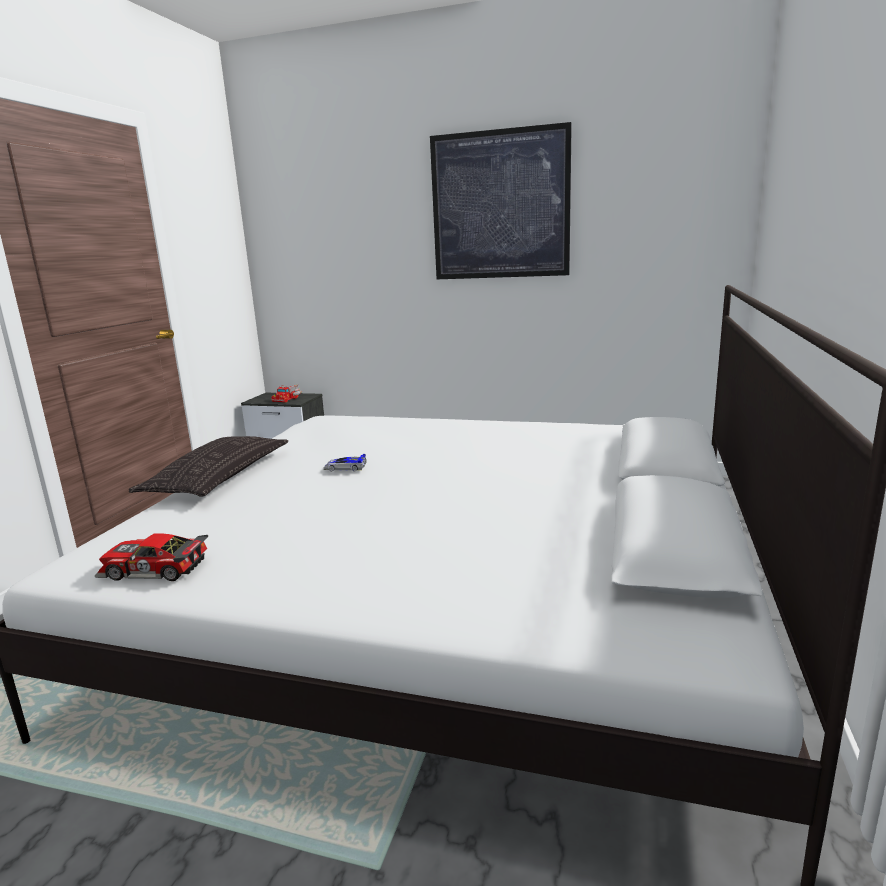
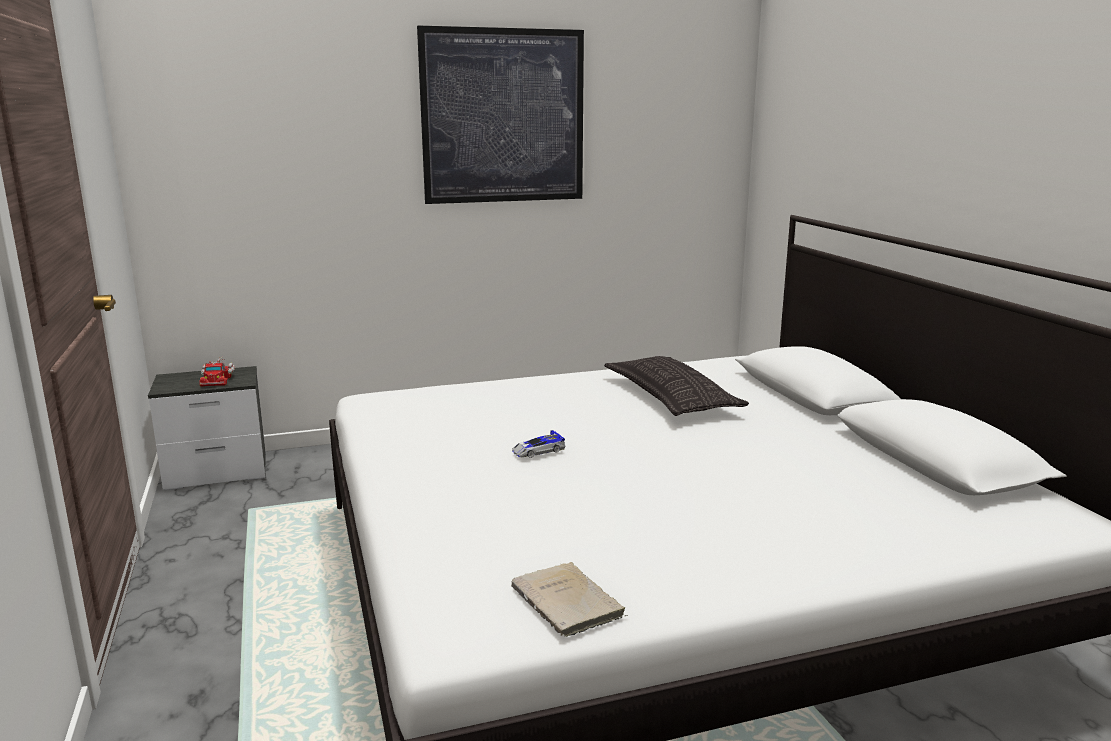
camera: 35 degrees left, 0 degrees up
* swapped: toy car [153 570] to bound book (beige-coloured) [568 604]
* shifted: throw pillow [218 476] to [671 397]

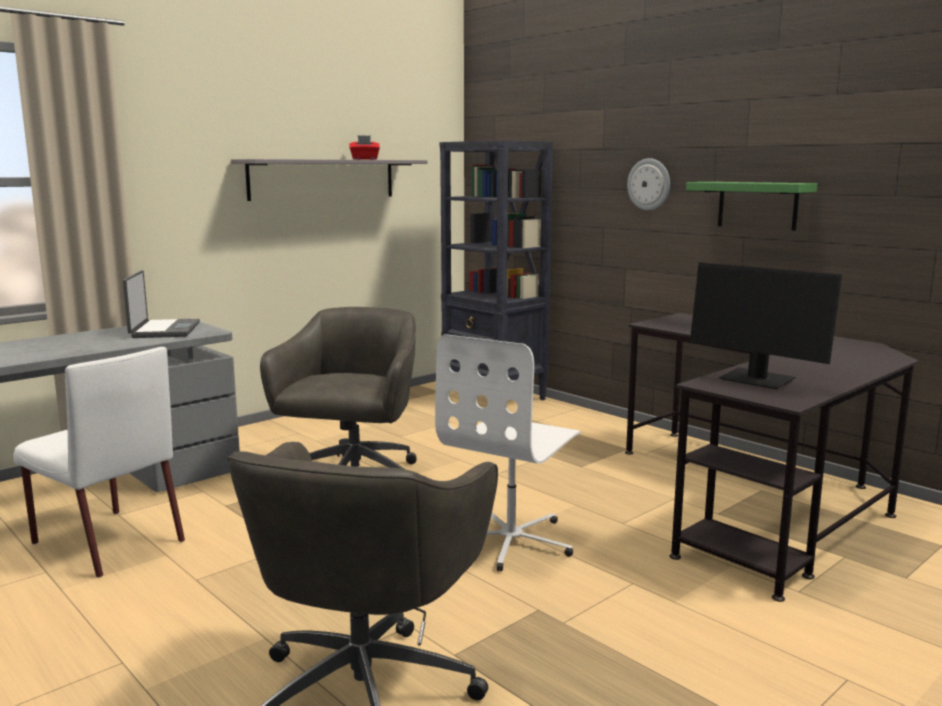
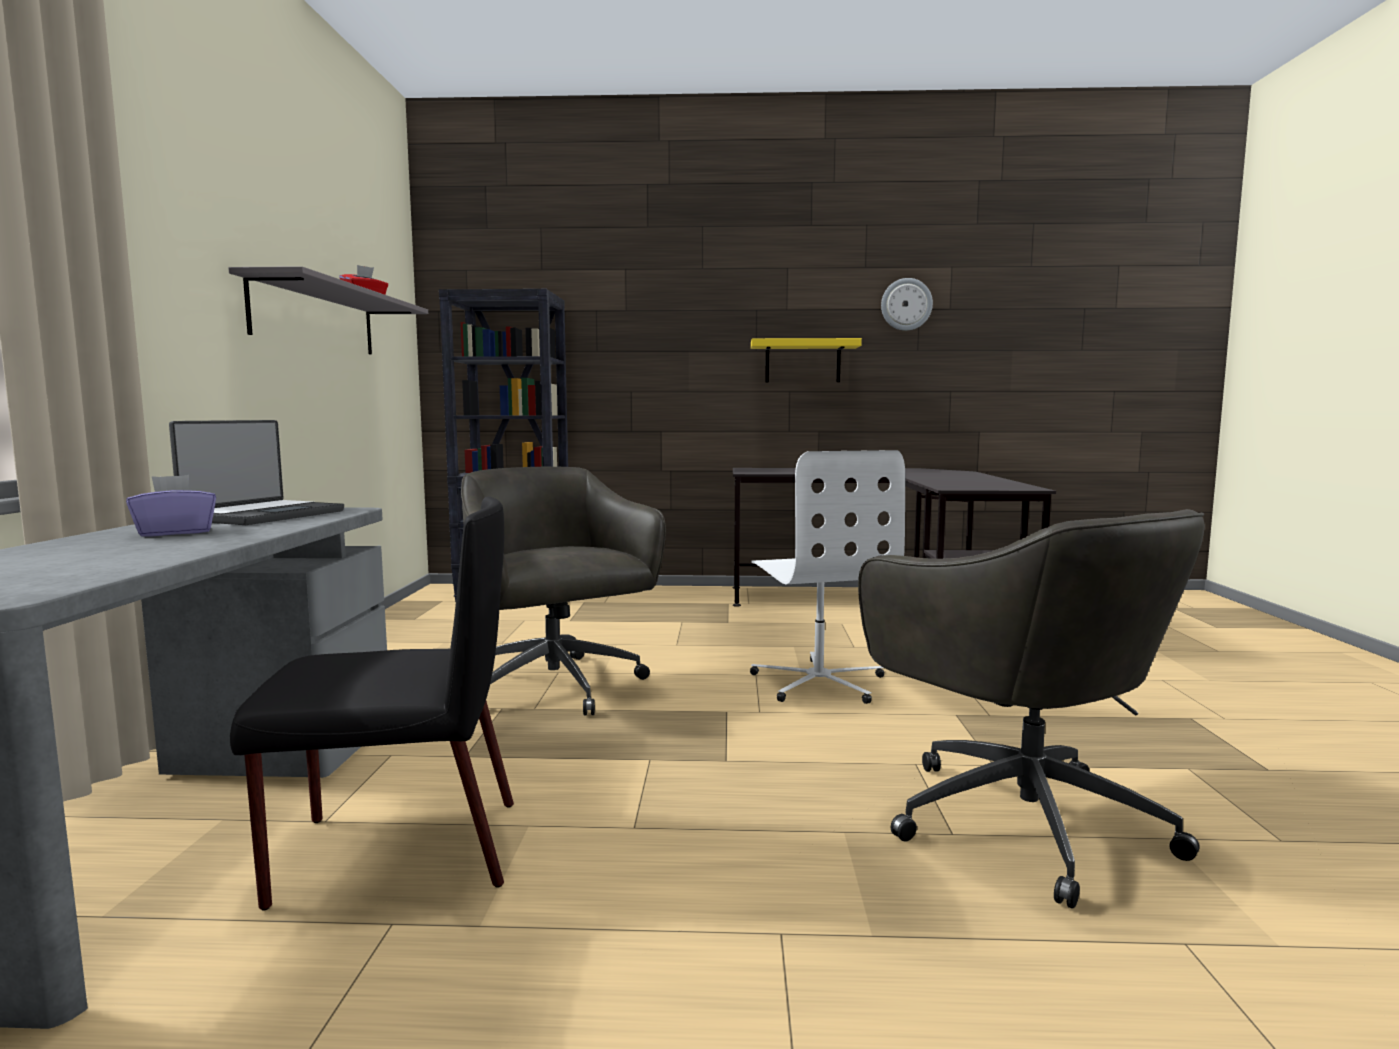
camera: 45 degrees left, 5 degrees down
* repainted: upright chair (white-coloured) [106 541] to upright chair (black) [395 852]
* rotated: laptop [164 330] = [263 515] 75 degrees clockwise
* shifted: clock on the wall [649 184] to [906 304]
* repainted: wall shelf (greenish) [757 205] to wall shelf (yellowish) [802 361]
* gone: computer screen [757 380]
* new: tissue box (purplish) [175 532]

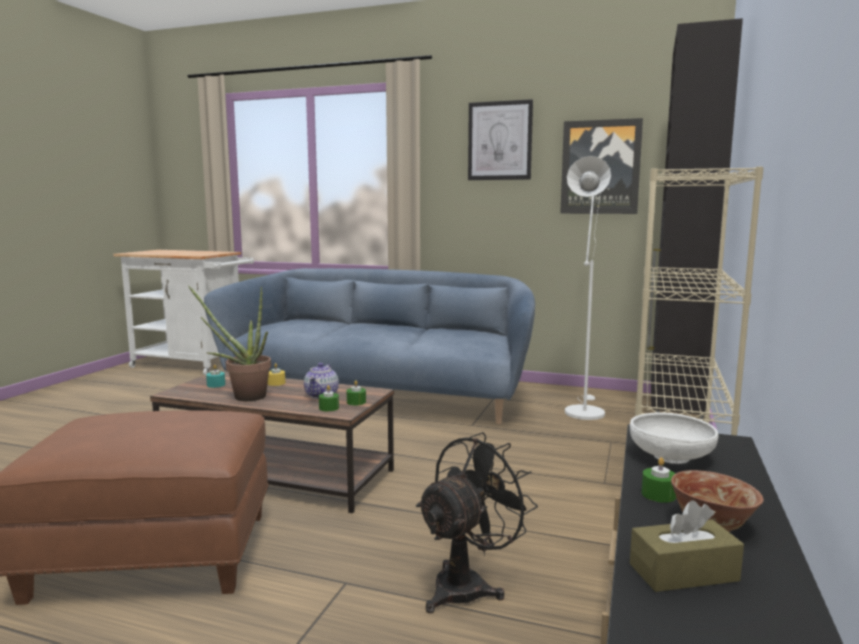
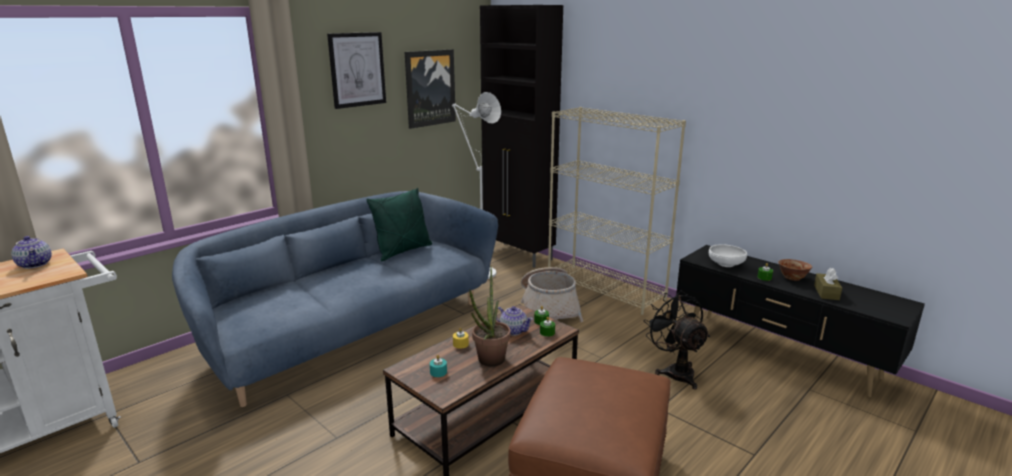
camera: 65 degrees left, 10 degrees up
* new: teapot [35 264]
* new: throw pillow (greenish) [403 251]
* new: household basket [549 307]

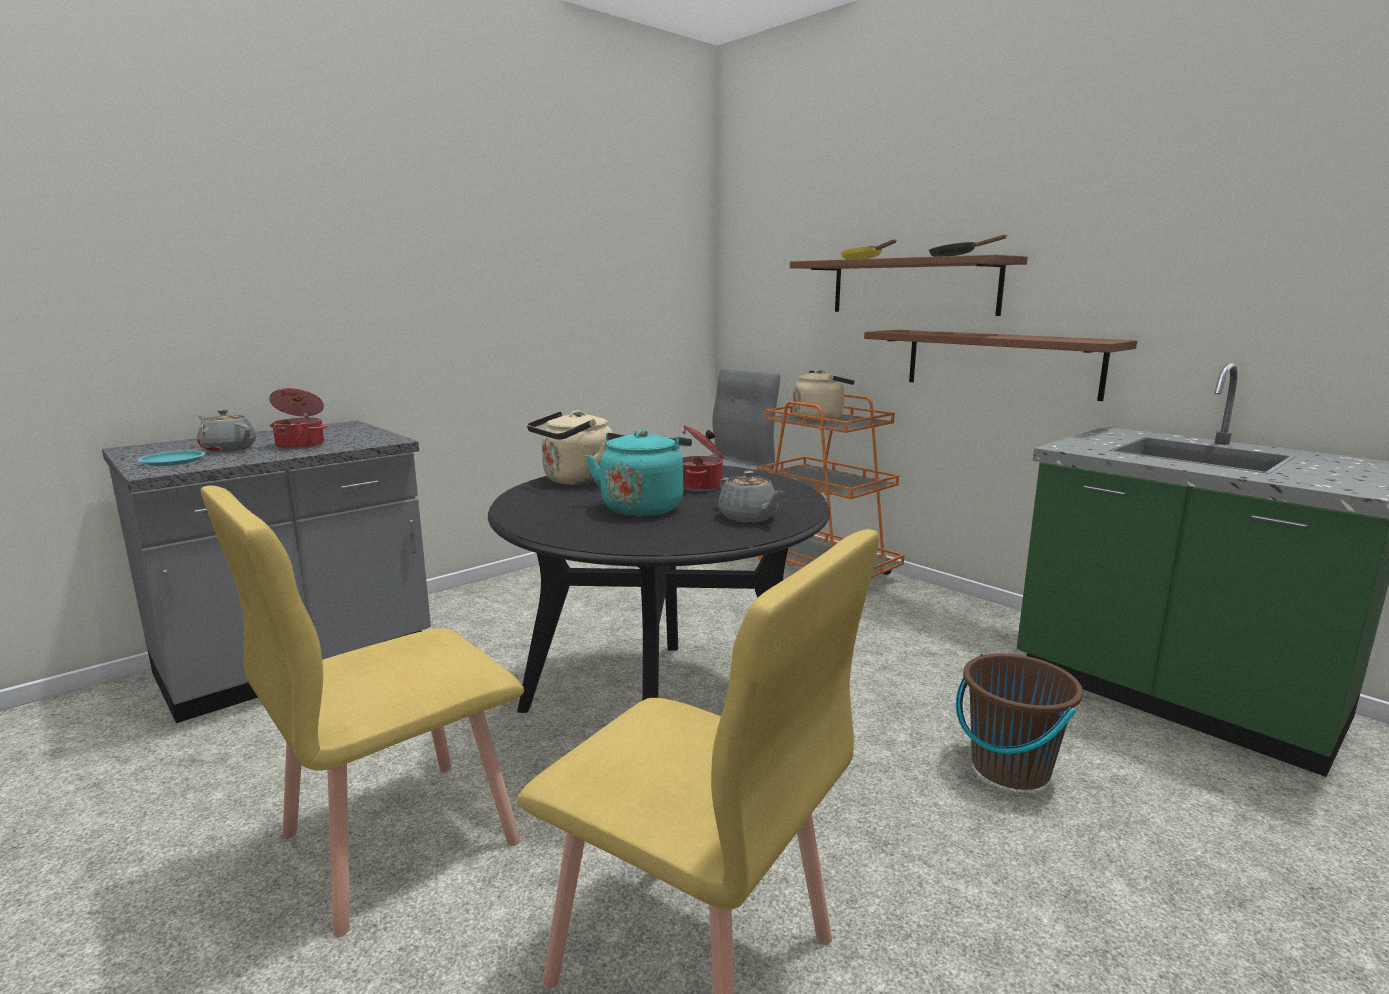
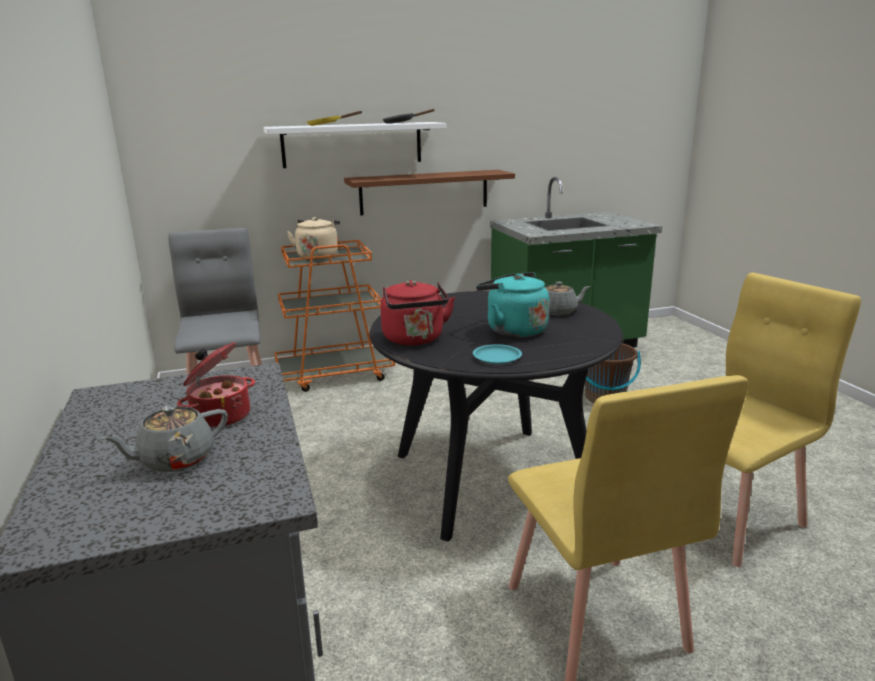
camera: 65 degrees left, 5 degrees up
* shifted: plate (turquoise) [173 461] to [497 357]
* repainted: tea kettle (beige-coloured) [575 481] to tea kettle (red-coloured) [415 340]
* gone: cooking pot [701 486]
* repainted: wall shelf (brown) [913 286] to wall shelf (white-coloured) [352 144]

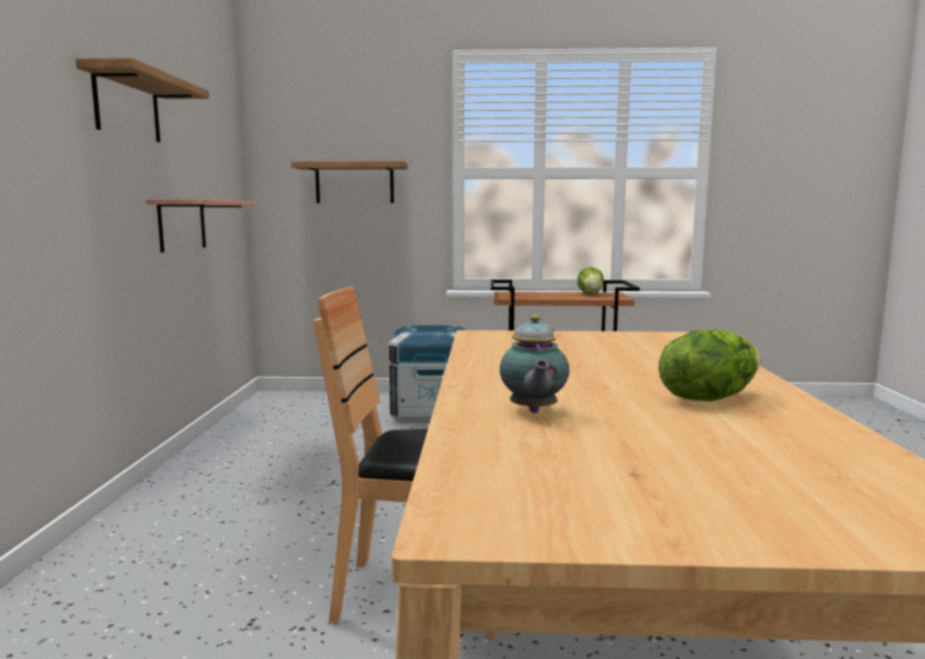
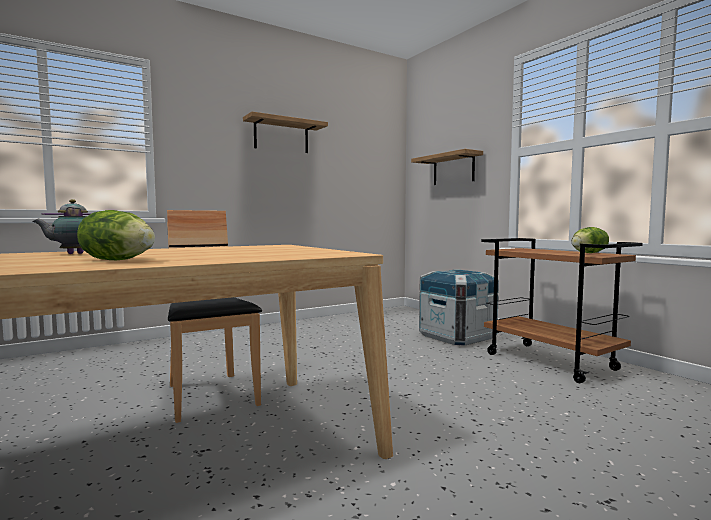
camera: 55 degrees right, 5 degrees down
* gone: wall shelf [182 225]

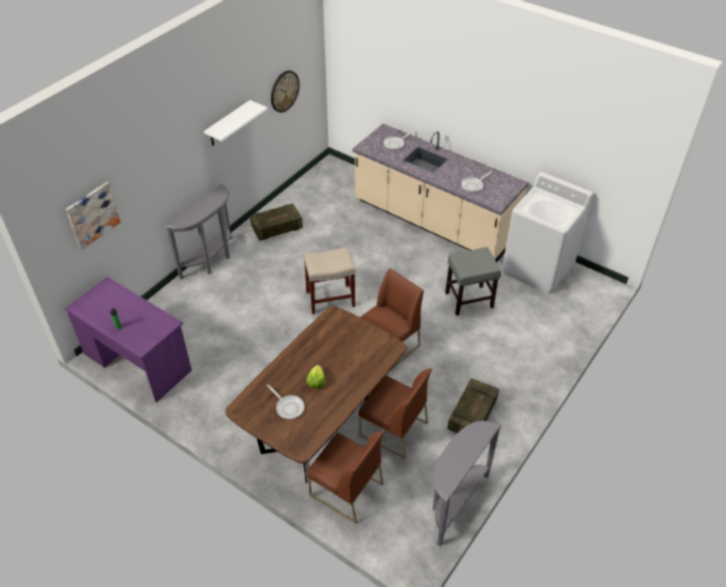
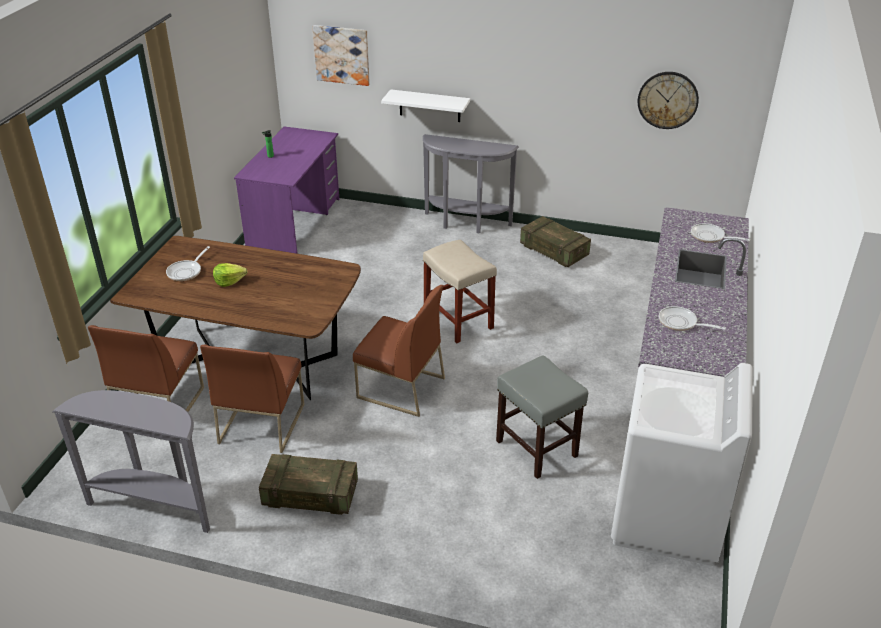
camera: 70 degrees right, 10 degrees down
* shifted: wall shelf (white-coloured) [228 124] to [429 106]

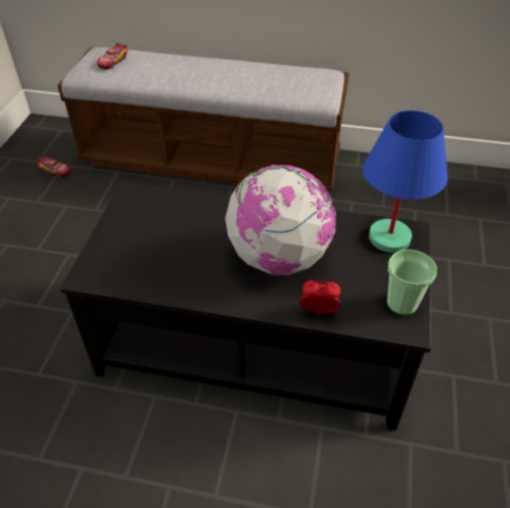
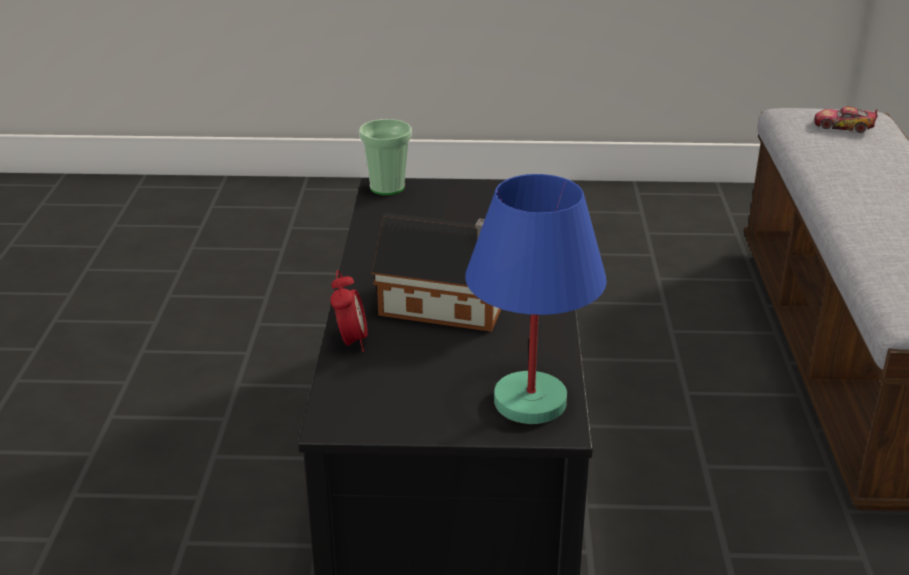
camera: 80 degrees right, 15 degrees down
* gone: toy car [56 170]
* swapped: desk globe [279 258] to miniature house [450 305]
* shifted: small cup [402 303] to [387 187]

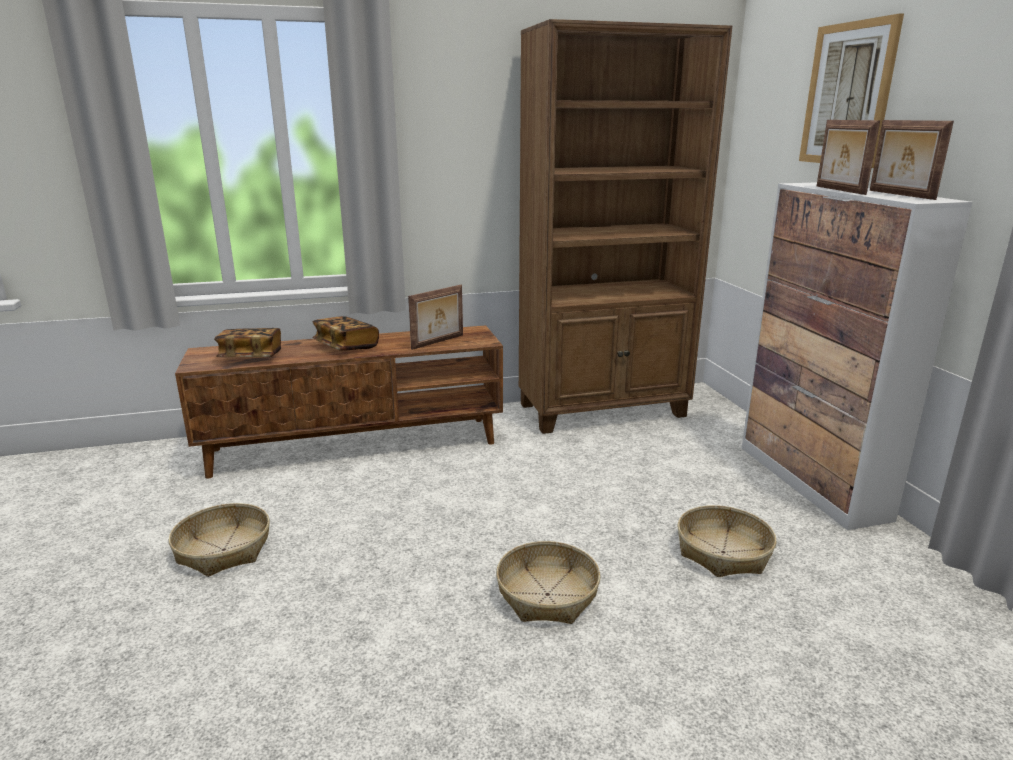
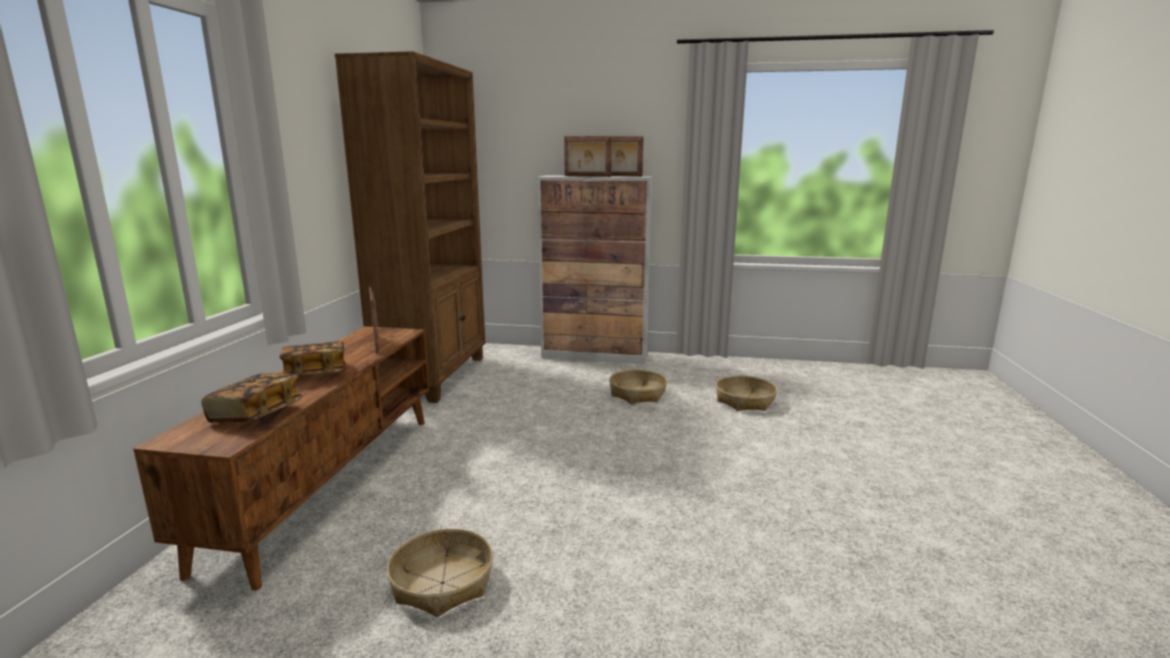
camera: 65 degrees left, 5 degrees down
* shifted: household basket [547 594] to [744 401]
* gone: wall art [847 95]

